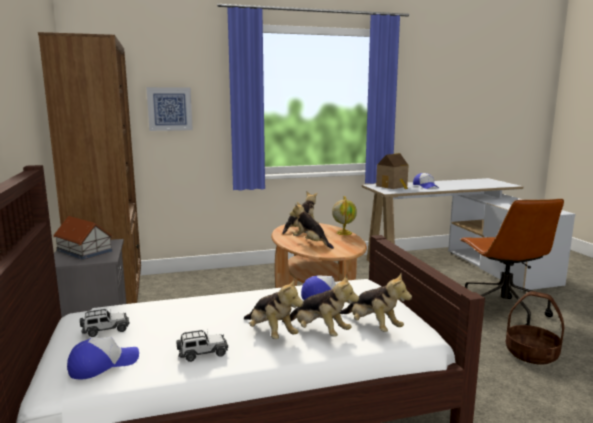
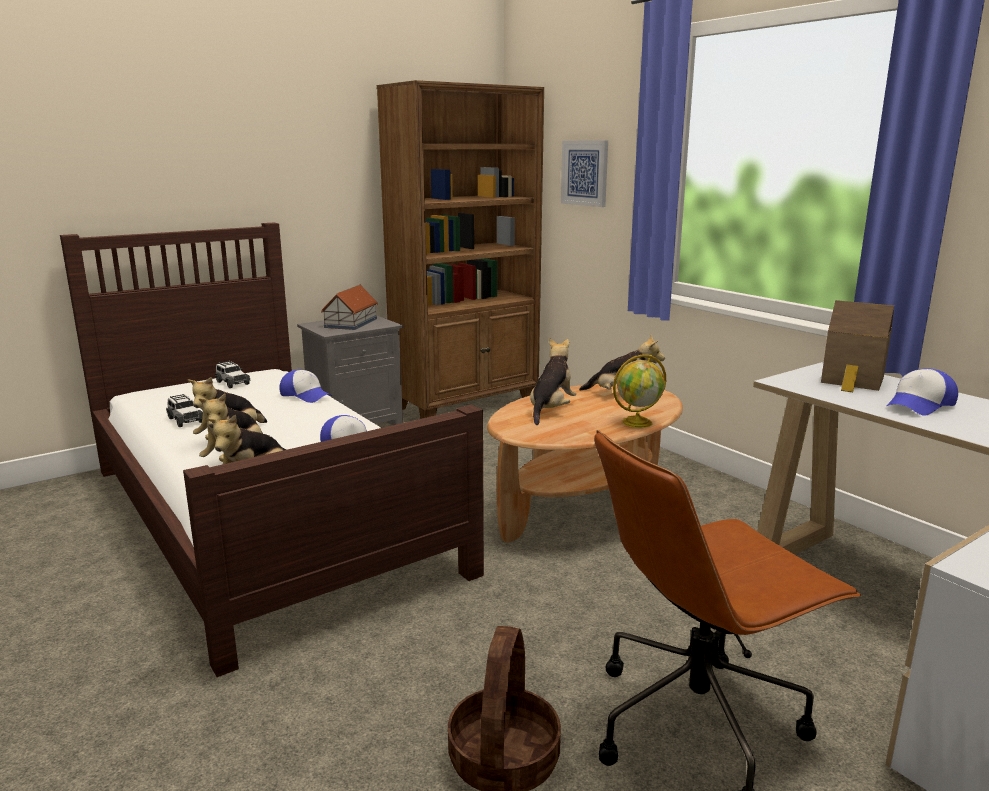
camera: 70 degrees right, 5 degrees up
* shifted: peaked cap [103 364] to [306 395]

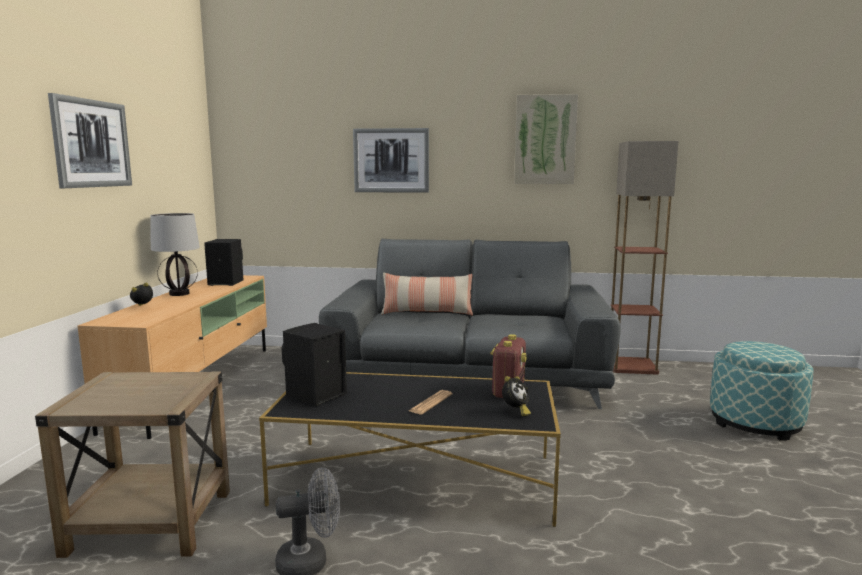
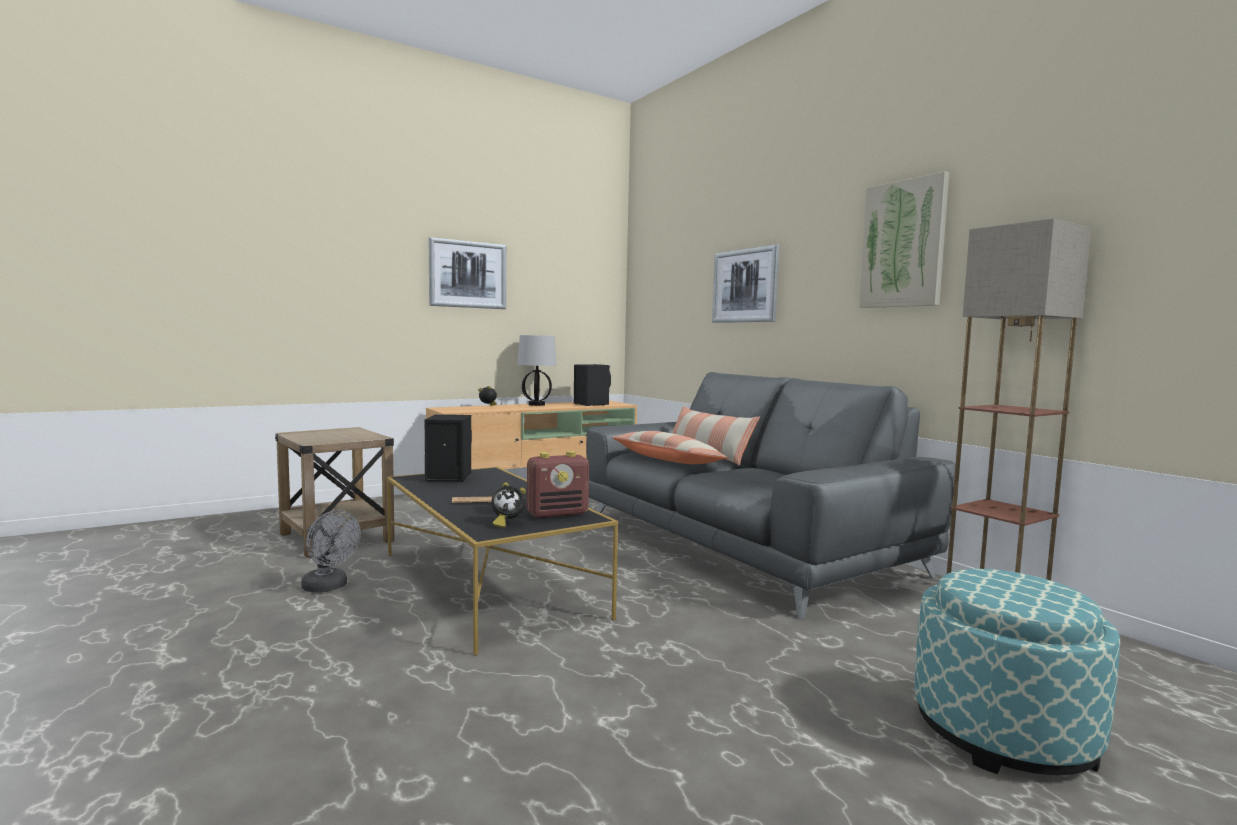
camera: 50 degrees right, 5 degrees down
* new: throw pillow [667 460]

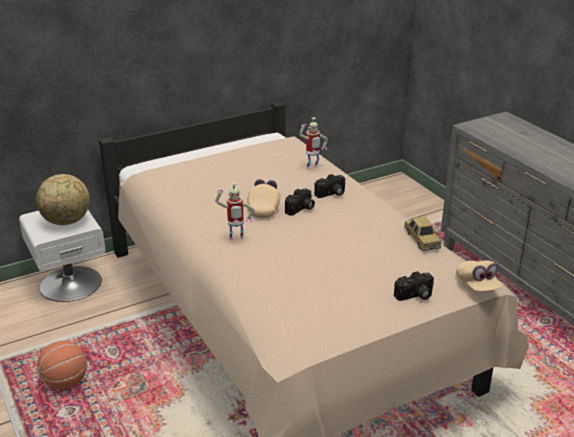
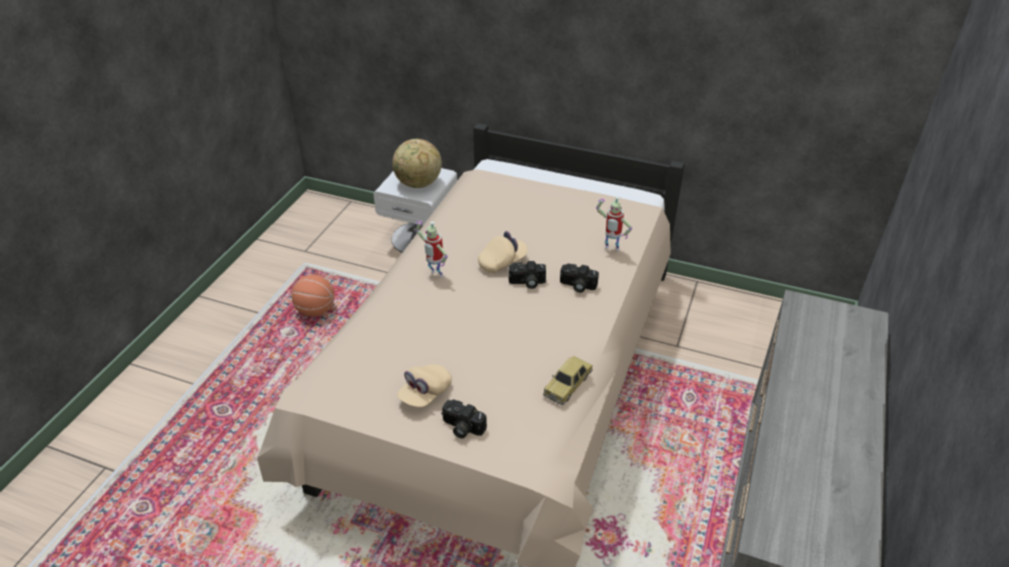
camera: 50 degrees right, 10 degrees up
* shifted: peaked cap (beige-coloured) [477 285] to [425 393]

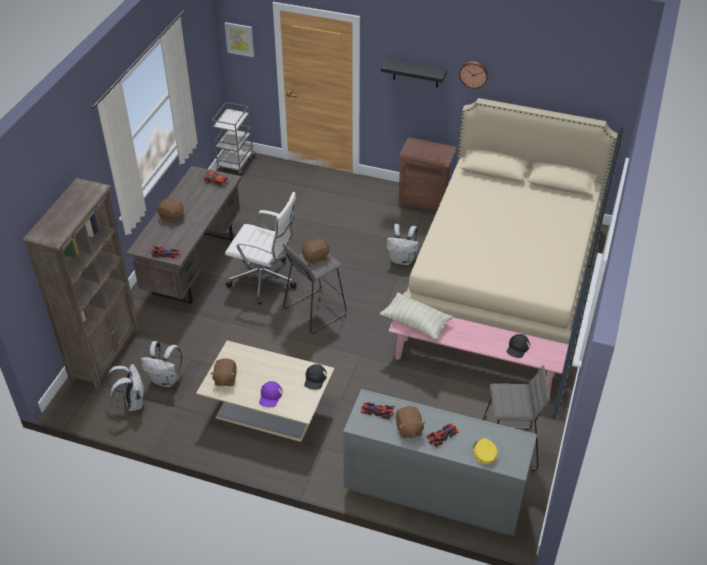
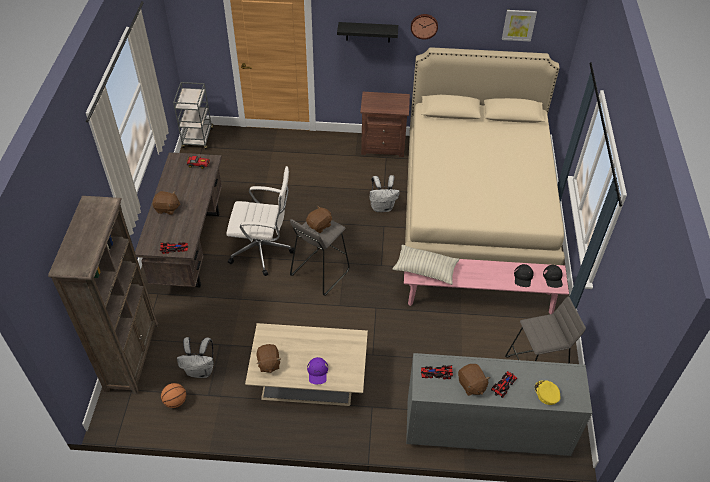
camera: 15 degrees left, 5 degrees up
* swapped: knapsack (white-coloured) [132 403] to basketball ball [175 401]
* shifted: wall art [239 39] to [518 25]
* shifted: peaked cap (black) [315 379] to [553 278]

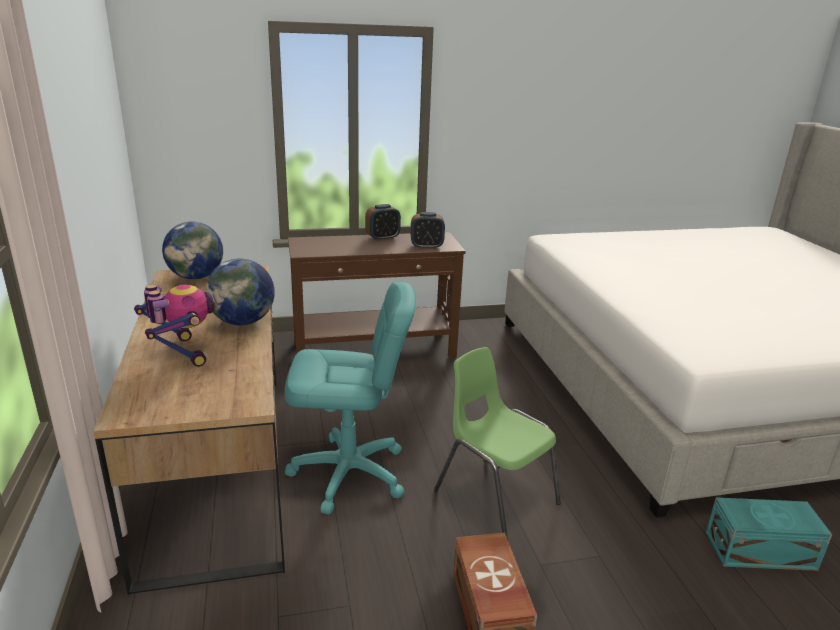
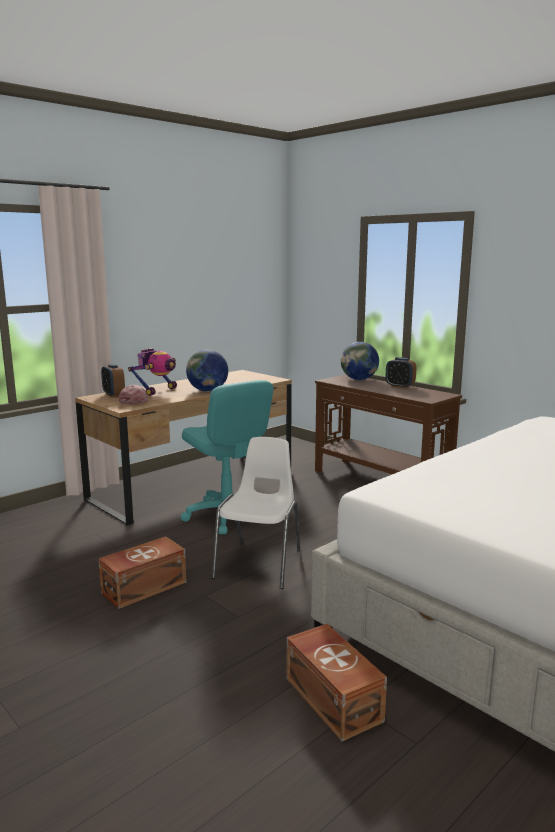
camera: 60 degrees right, 10 degrees down
* shifted: desk globe [196 277] to [359 379]
* shifted: bedside clock [426 247] to [113 395]
* repainted: upright chair (greenish) [494 497] to upright chair (white-coloured) [260 563]
* repainted: storage bin (turquoise) [758 549] to storage bin (brown) [333 698]
* new: peaked cap (pinkish) [134 401]

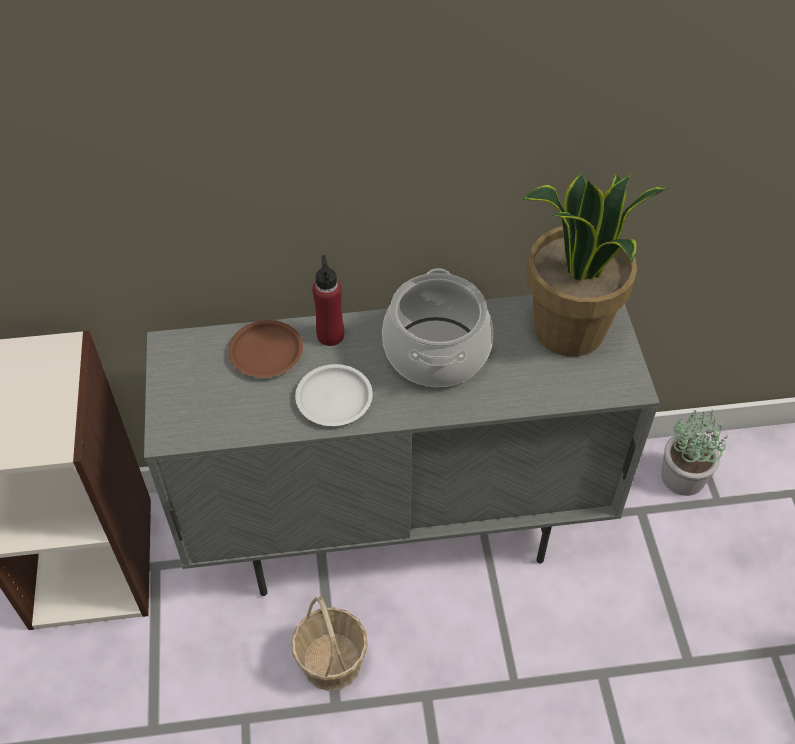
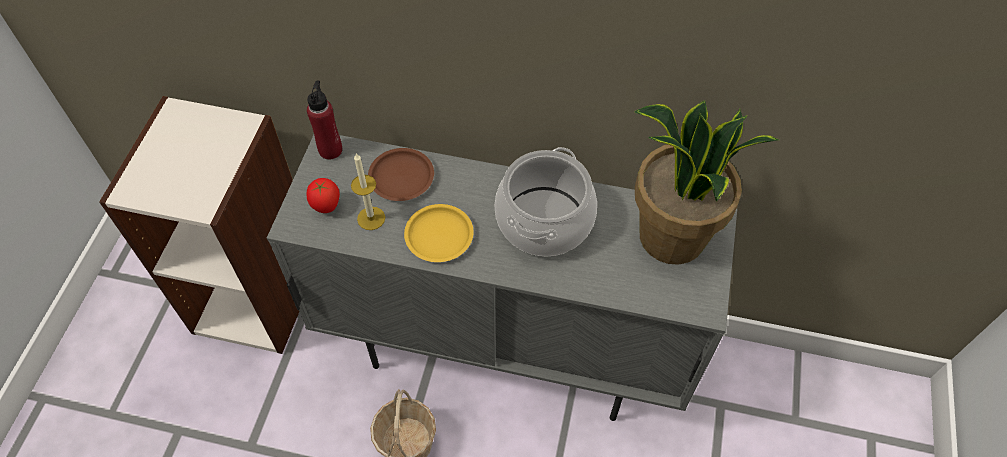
camera: 20 degrees right, 5 degrees up
* repainted: plate (white-coloured) [335 399] to plate (yellowish) [439 236]
* shifted: beverage bottle (red-coloured) [330 335] to [330 150]
* gone: potted plant [684 477]
* new: fresh tomato [326 207]
* new: wax candle [371 218]

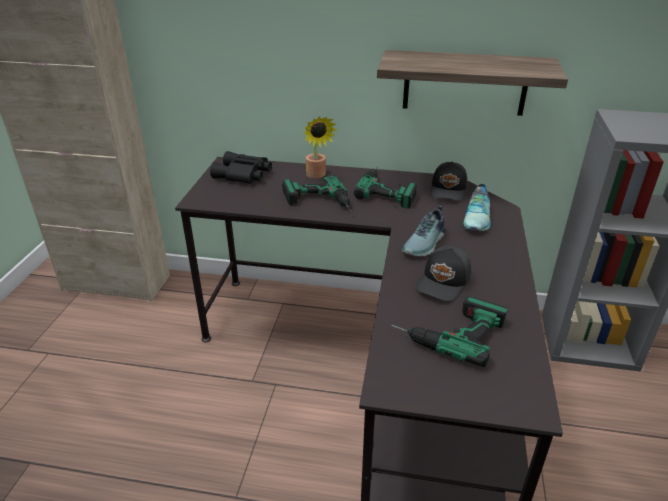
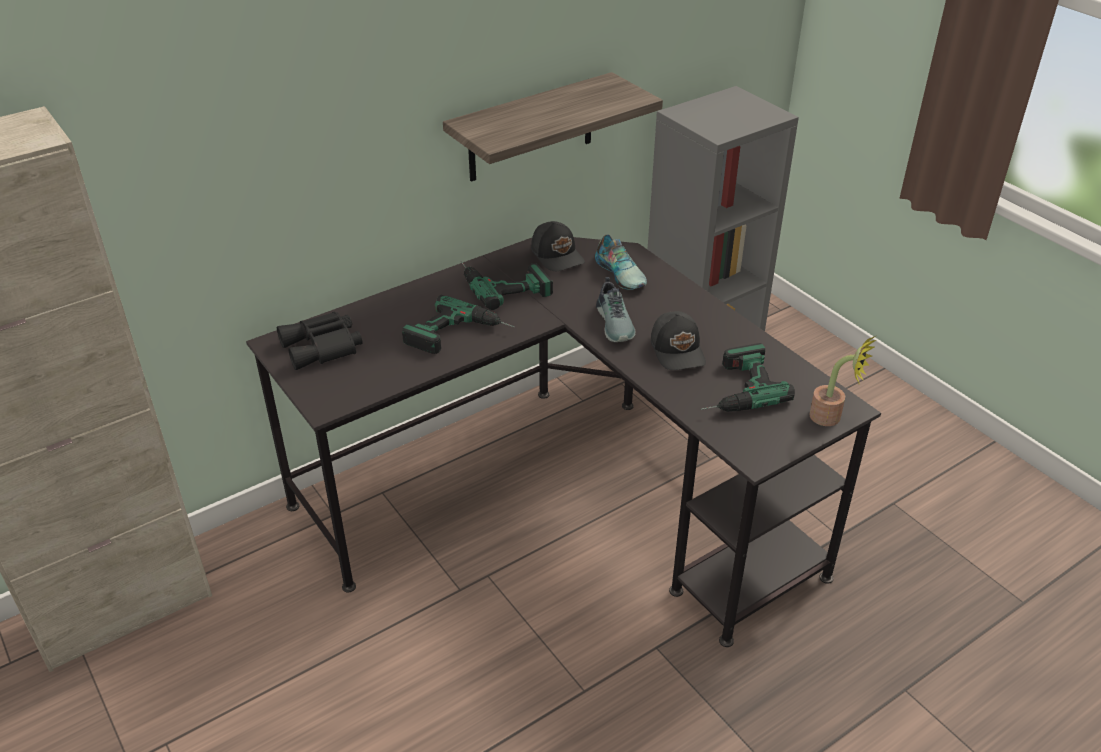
camera: 45 degrees left, 5 degrees up
* shifted: potted plant [317 175] to [831 418]

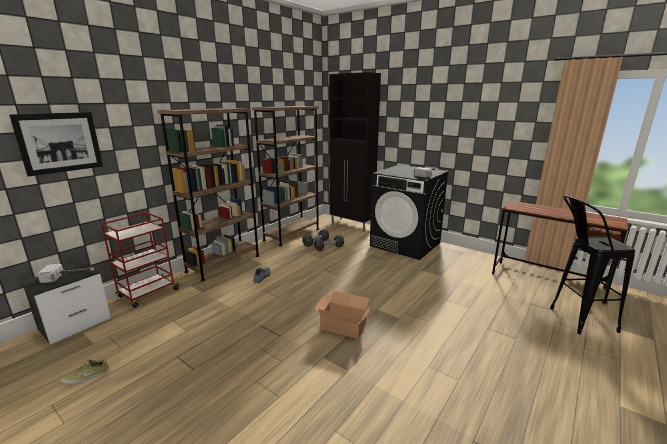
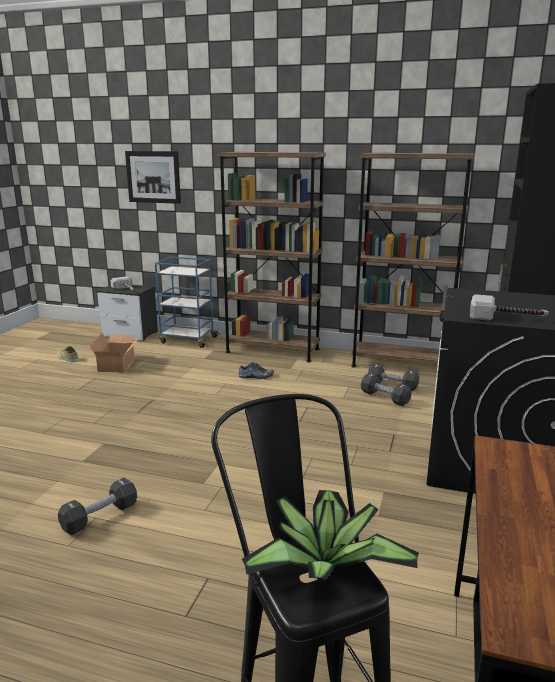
camera: 70 degrees right, 0 degrees up
* repainted: cart (red-coloured) [148 293] to cart (blue-coloured) [188 340]
* shifted: cardboard box [343 325] to [118 364]
* new: hand weight (black) [100 517]
* new: potted plant [325 564]

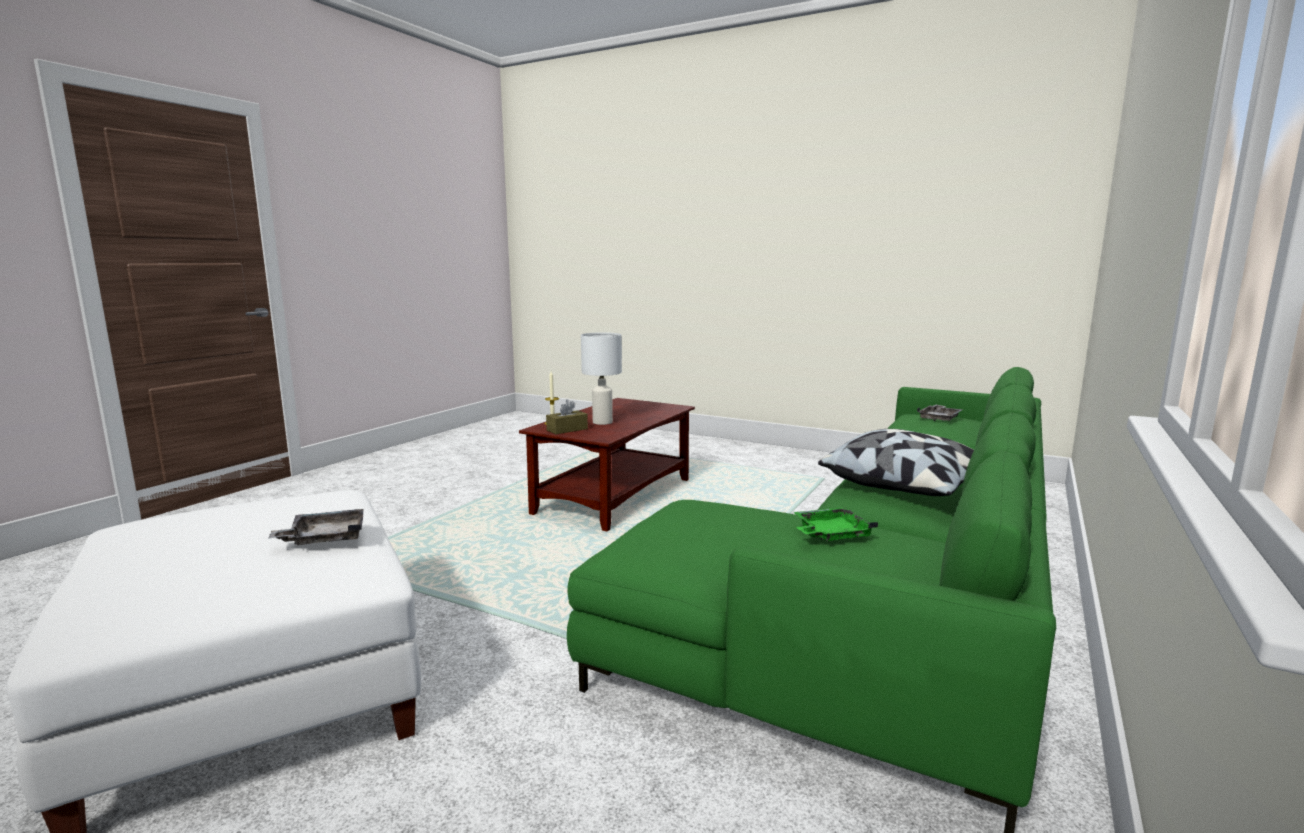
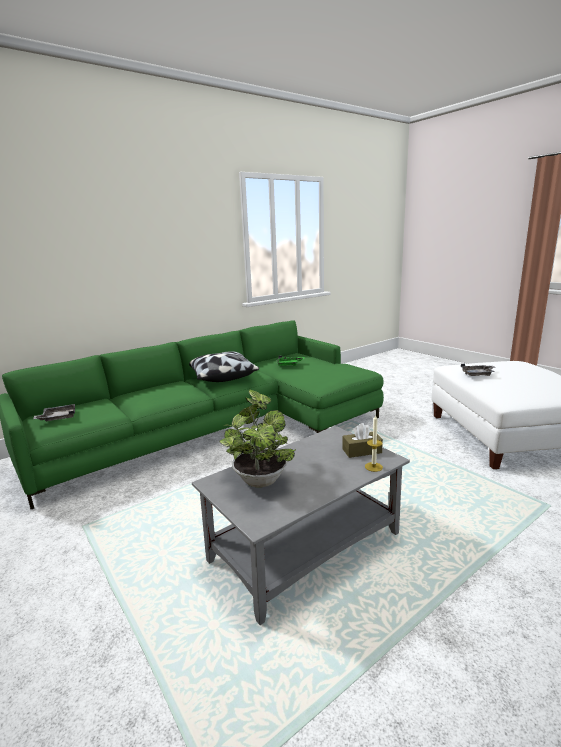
camera: 155 degrees left, 5 degrees up
* repainted: low table (brown) [614 497] to low table (grey) [306 546]
* gone: tabletop lamp (white-coloured) [601 422]
* new: potted plant [260 478]

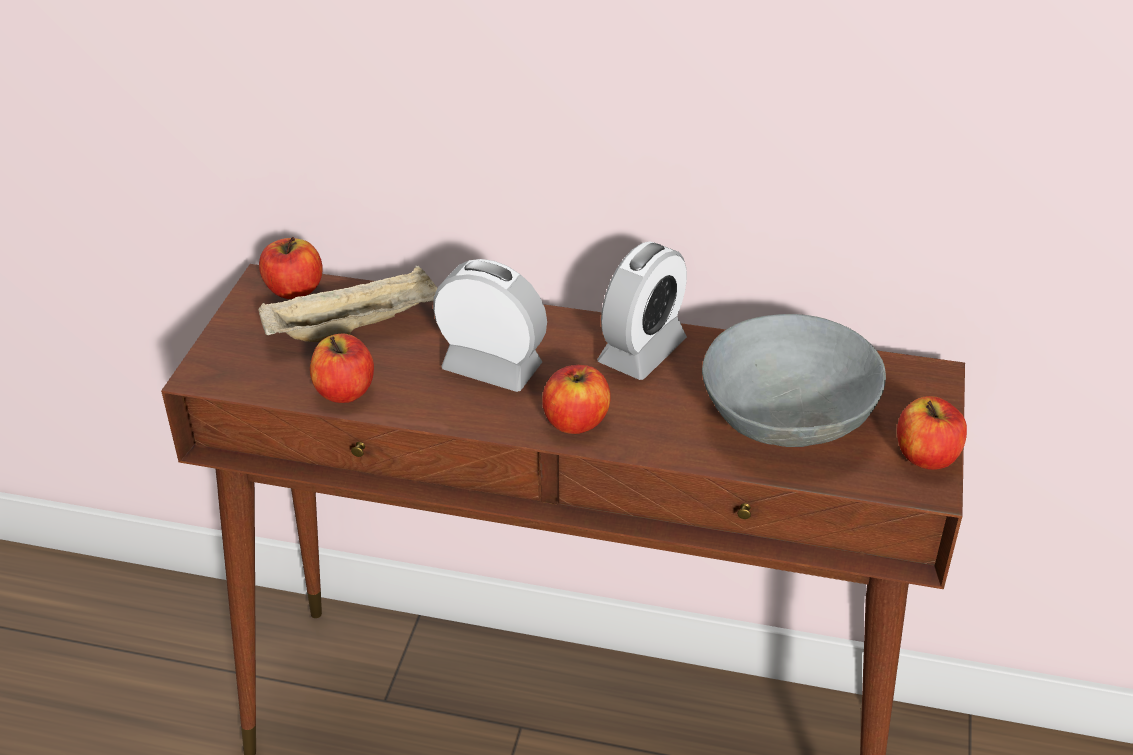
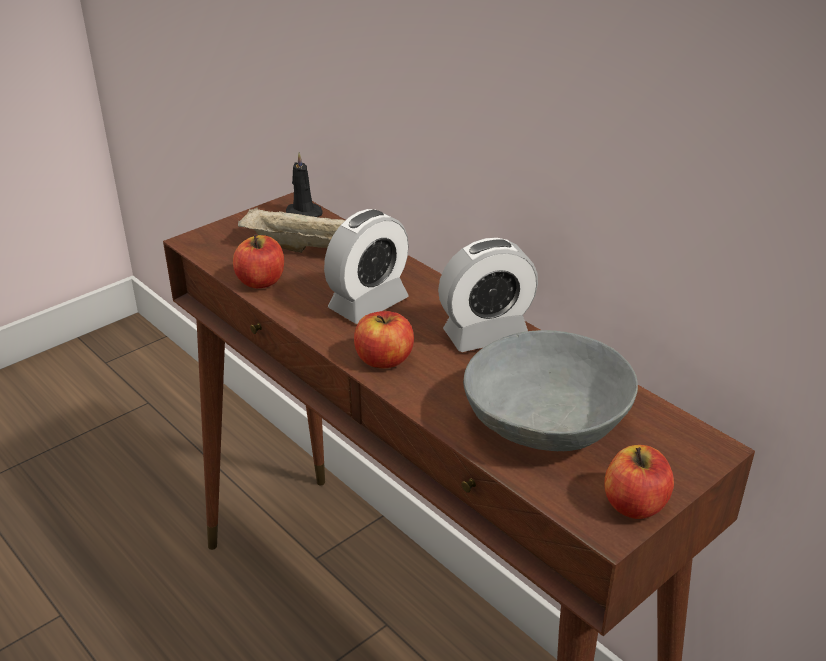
camera: 35 degrees right, 5 degrees down
* swapped: apple [294 290] to wax candle (black) [302 214]
* rotated: bedside clock [492 367] = [368 304] 75 degrees clockwise

